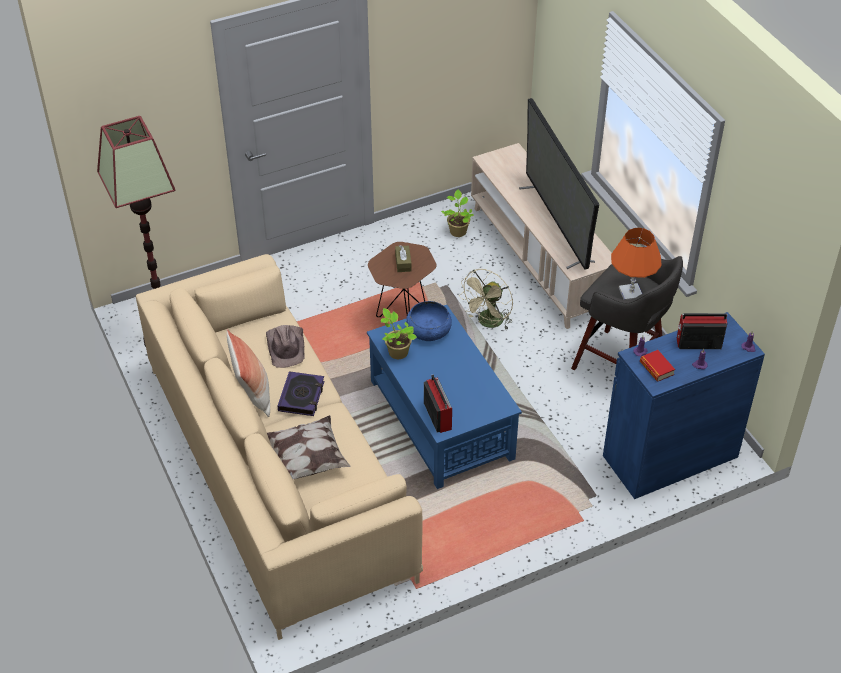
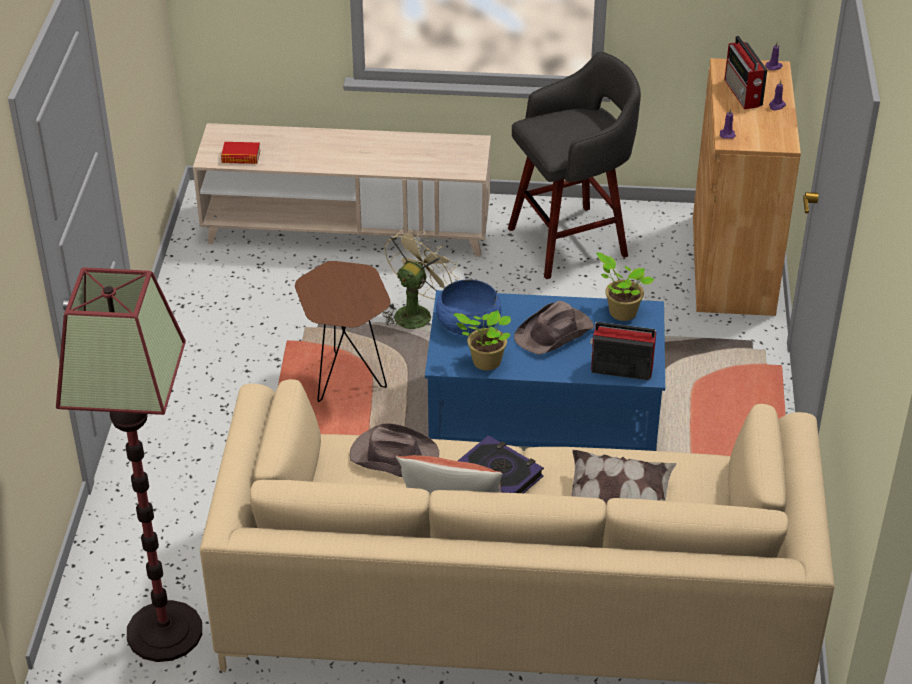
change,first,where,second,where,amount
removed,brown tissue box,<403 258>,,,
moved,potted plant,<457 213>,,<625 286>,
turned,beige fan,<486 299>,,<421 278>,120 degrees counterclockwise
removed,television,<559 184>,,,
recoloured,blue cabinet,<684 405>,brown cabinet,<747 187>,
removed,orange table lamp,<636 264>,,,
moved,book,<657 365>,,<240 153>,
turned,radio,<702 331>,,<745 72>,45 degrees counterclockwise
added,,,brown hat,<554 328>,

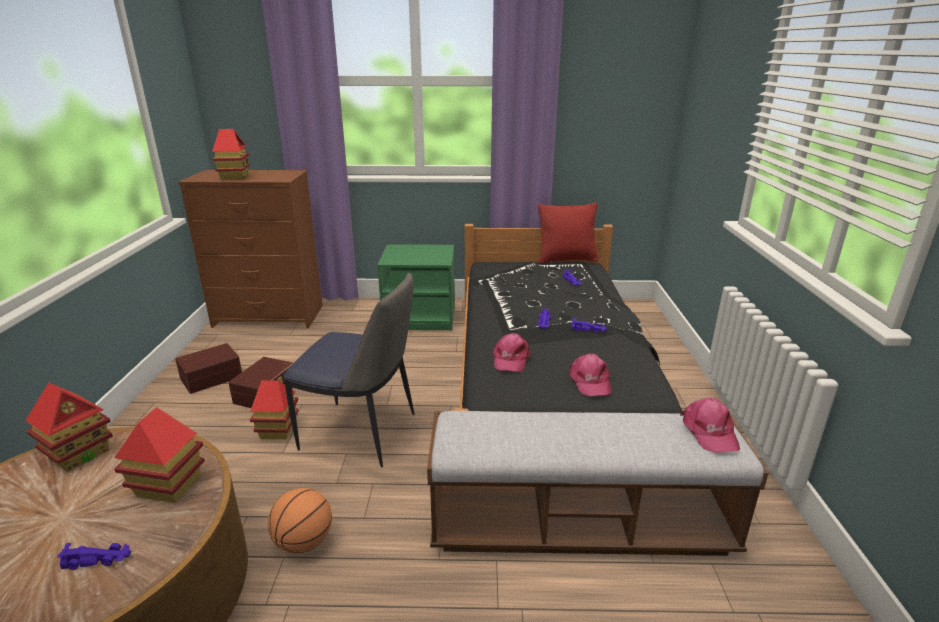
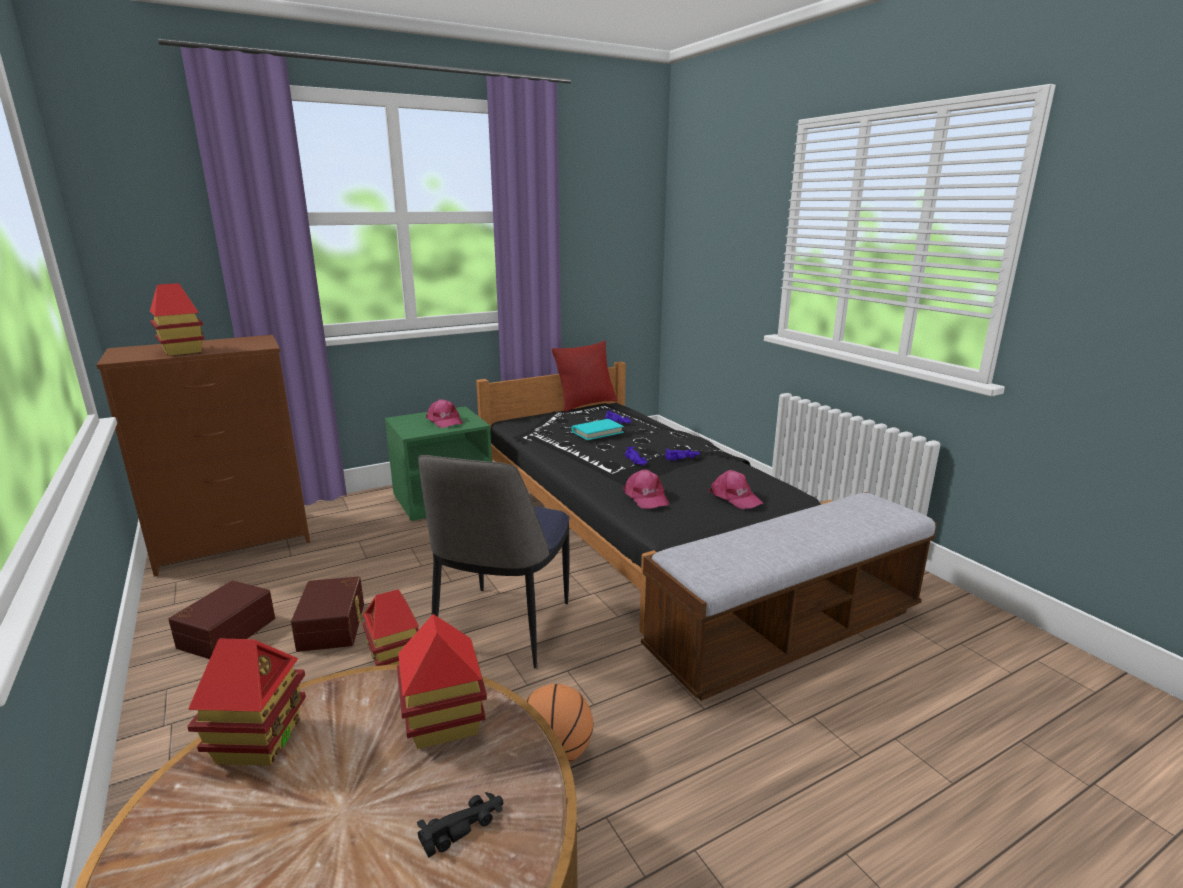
change,first,where,second,where,amount
recoloured,purple toy car,<94 556>,black toy car,<460 825>,
turned,chair,<348 369>,,<494 561>,120 degrees clockwise
moved,pink cap,<710 425>,,<444 413>,
added,,,turquoise book,<597 429>,

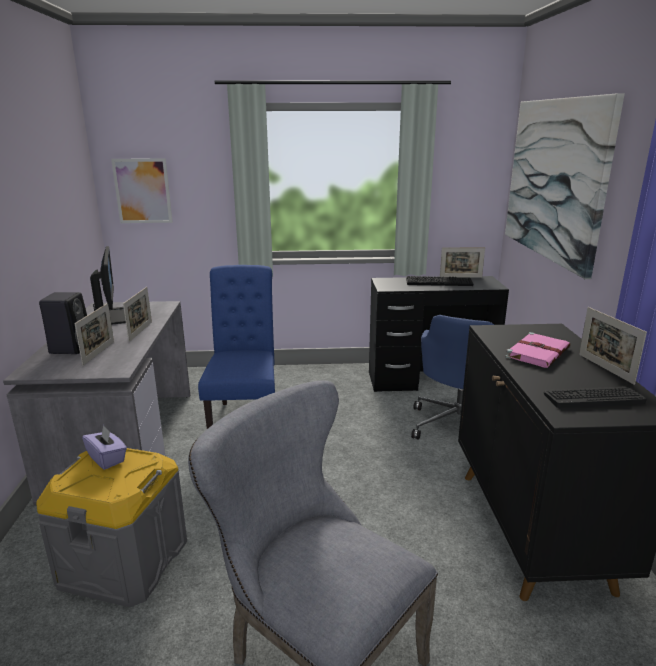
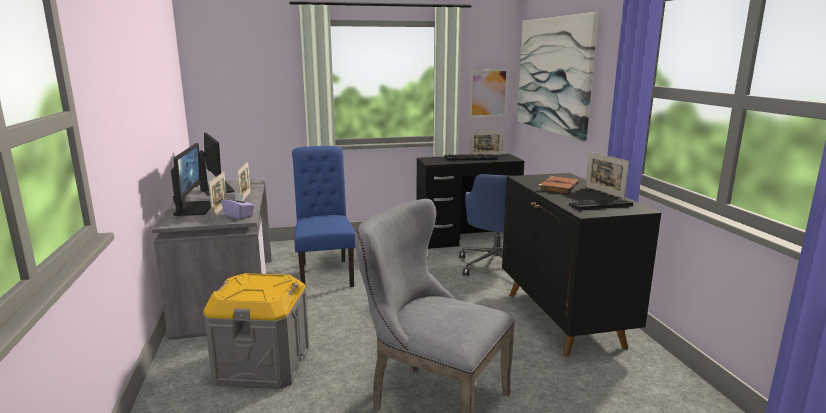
change,first,where,second,where,amount
replaced,black speaker,<63 323>,monitor,<191 179>,
moved,purple tissue box,<104 447>,,<238 206>,
moved,picture,<141 190>,,<489 93>,
recoloured,pink book,<537 350>,brown book,<558 184>,

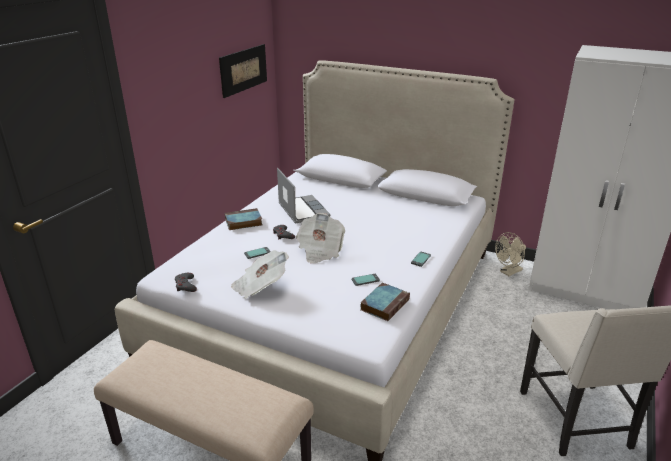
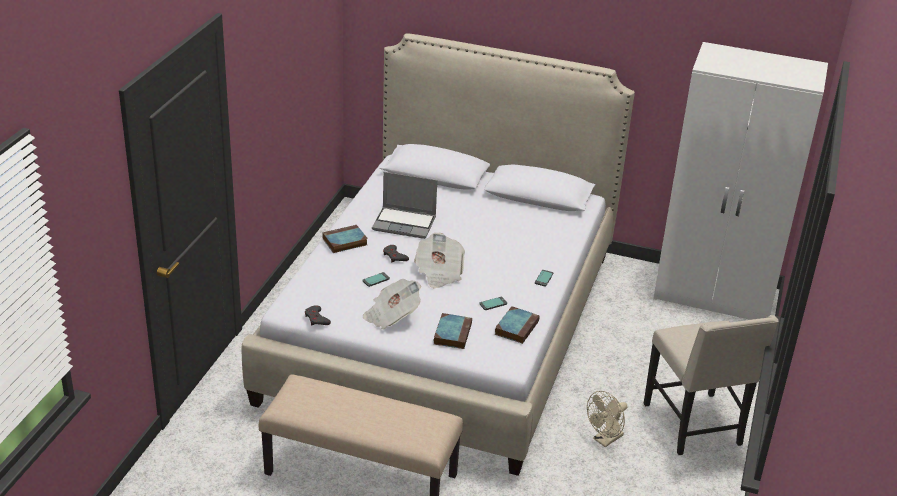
change,first,where,second,where,amount
removed,picture,<243 71>,,,
turned,laptop,<303 196>,,<404 205>,135 degrees clockwise
moved,beige fan,<510 254>,,<607 419>,
added,,,book,<452 331>,

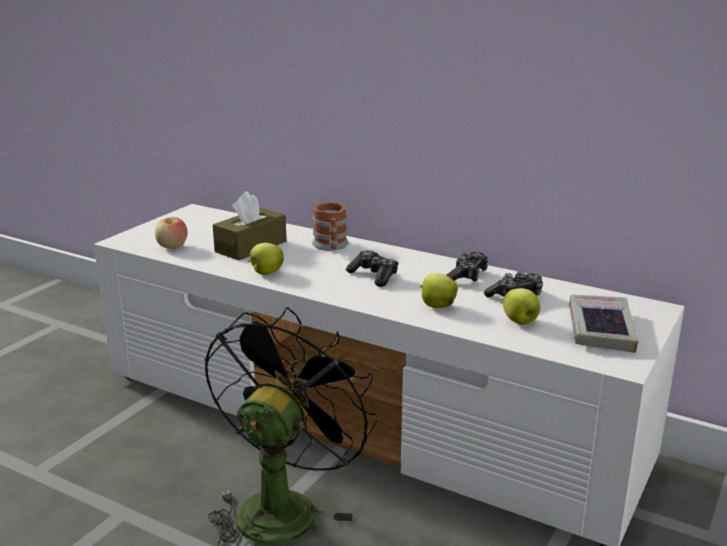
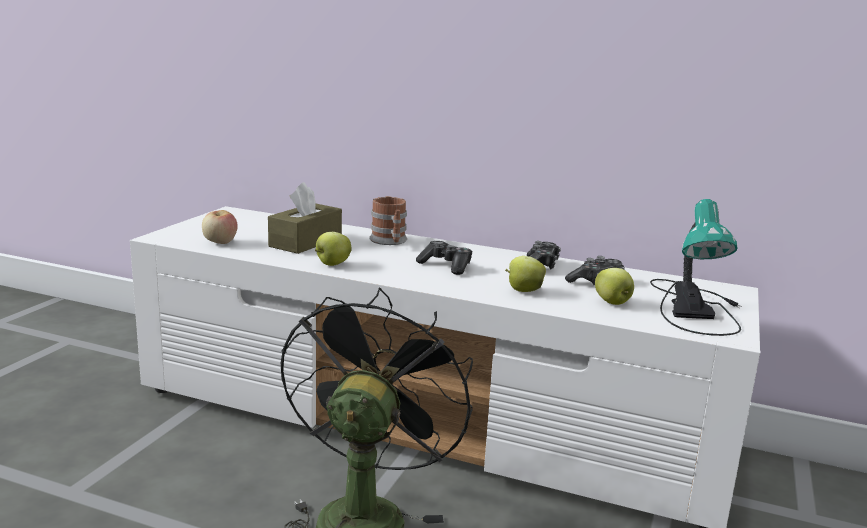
change,first,where,second,where,amount
replaced,book,<603 324>,table lamp,<695 267>,

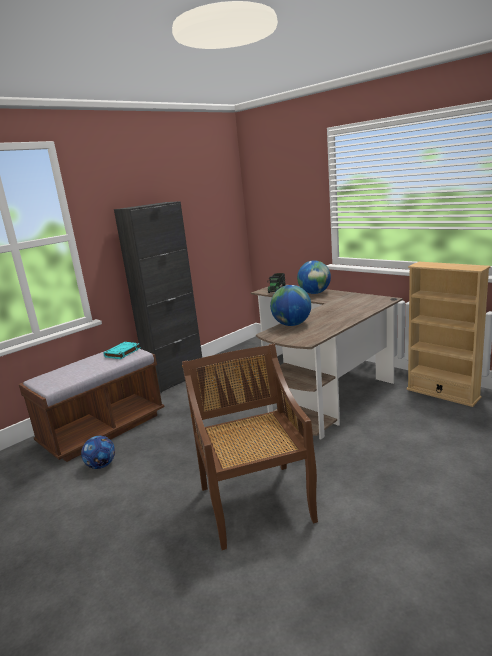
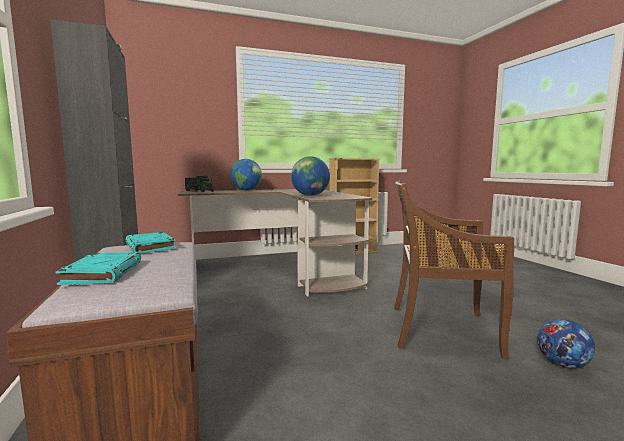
change,first,where,second,where,amount
moved,football,<98 452>,,<566 344>,
added,,,turquoise book,<98 268>,

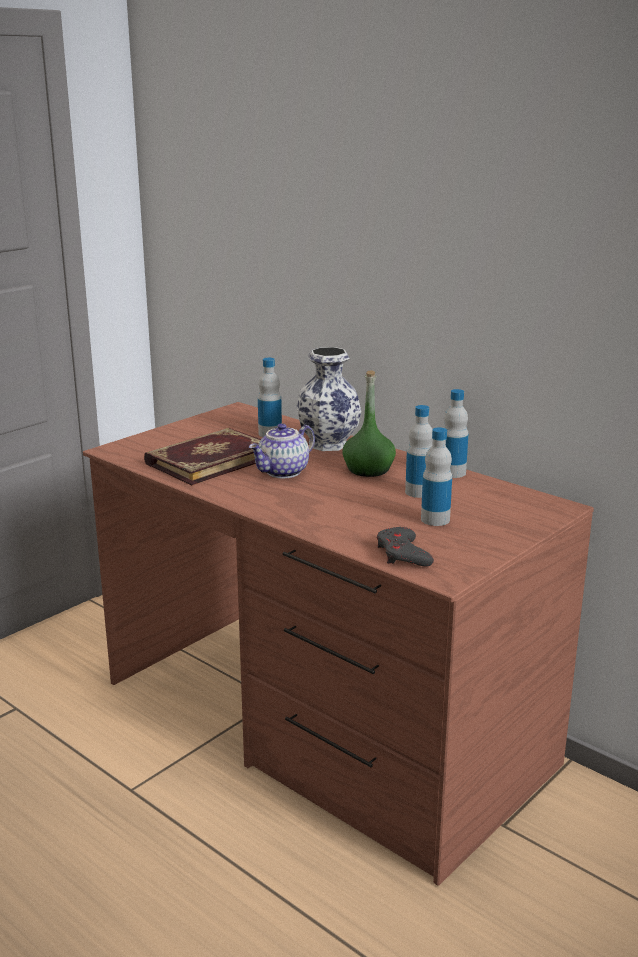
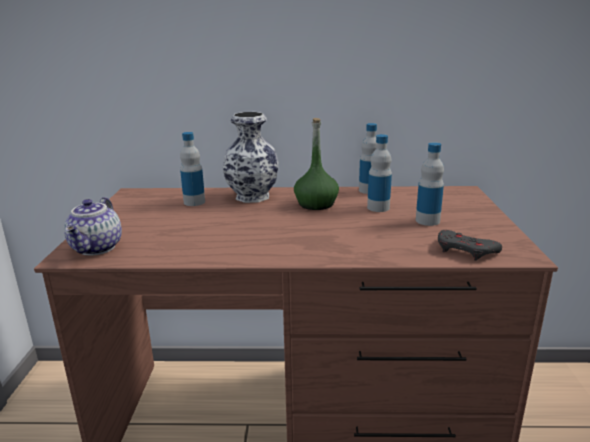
change,first,where,second,where,amount
removed,book,<202 457>,,,
moved,teapot,<282 450>,,<93 226>,

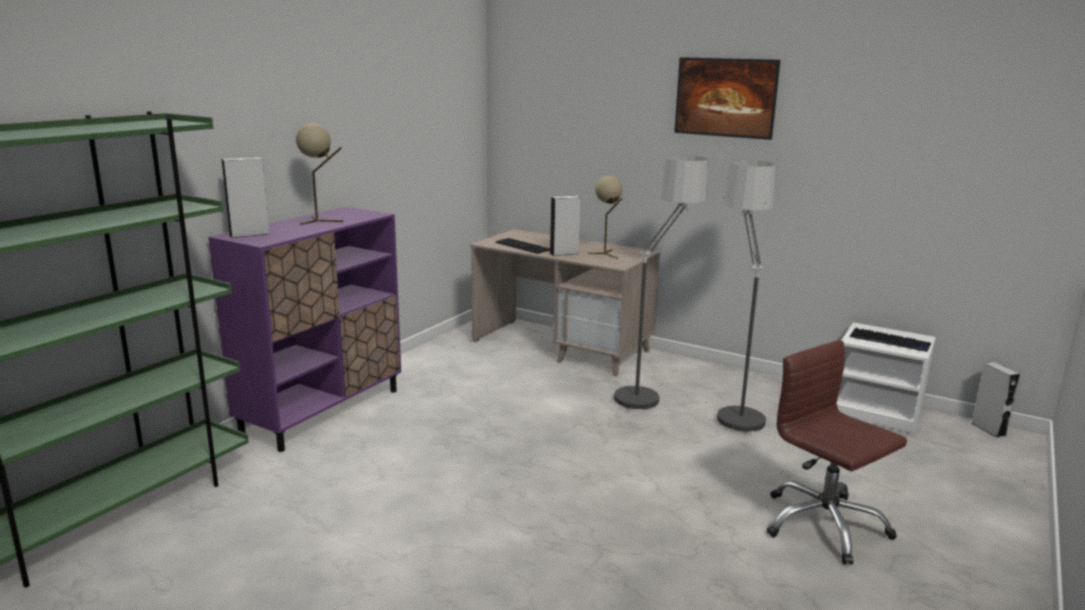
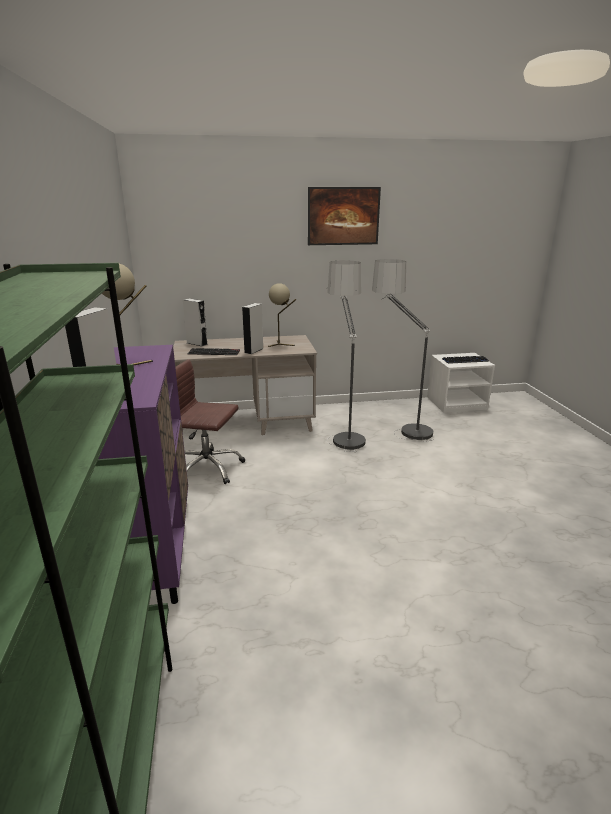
change,first,where,second,where,amount
moved,brown office chair,<837 452>,,<210 421>,
moved,grey speaker,<995 400>,,<195 322>,

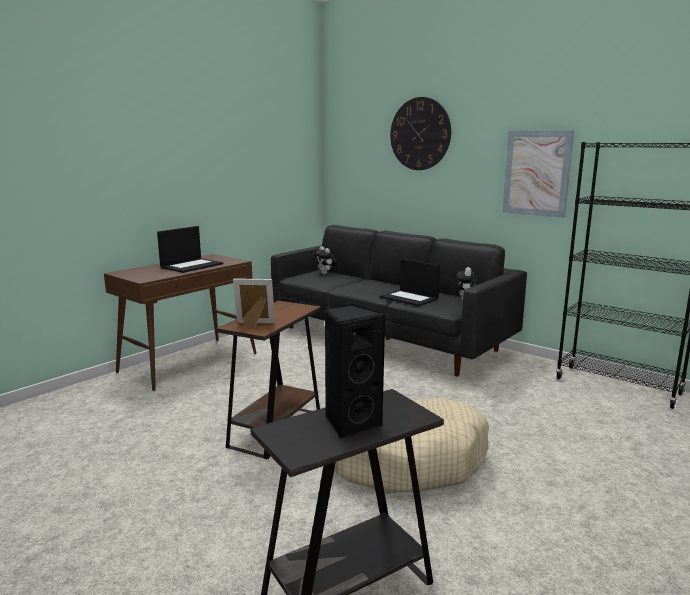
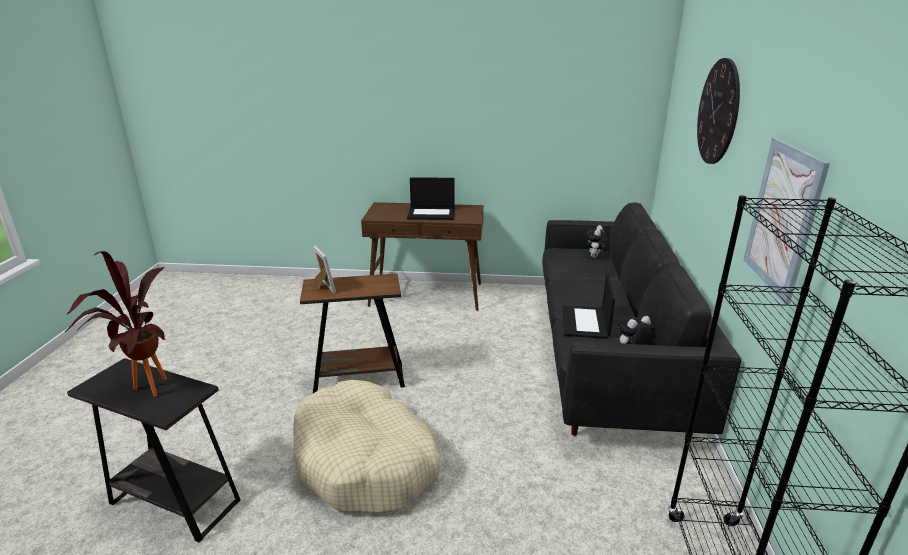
change,first,where,second,where,amount
replaced,black speaker,<354 371>,potted plant,<115 324>,

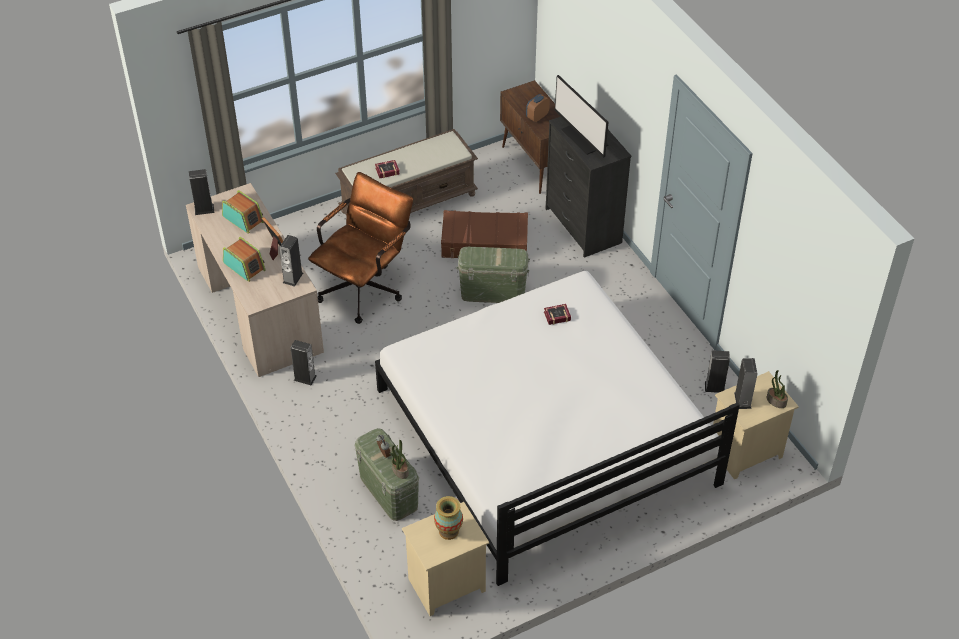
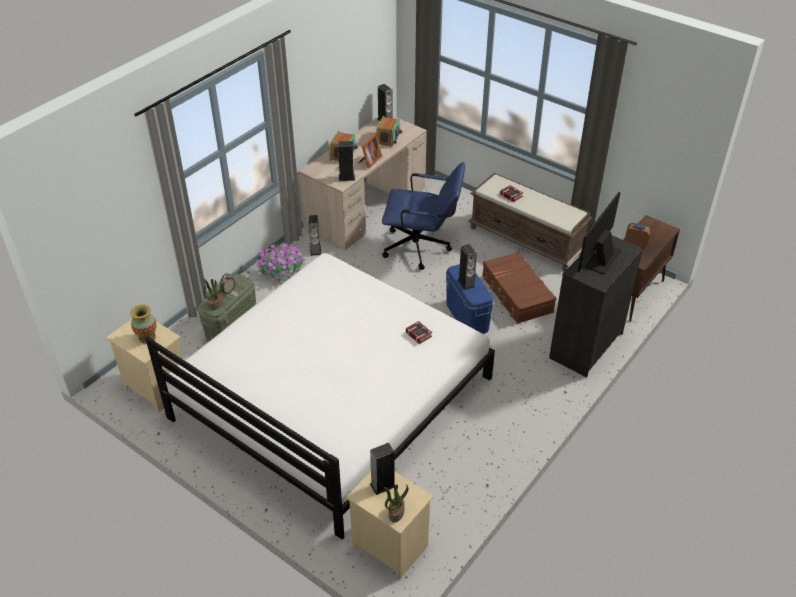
change,first,where,second,where,amount
recoloured,brown office chair,<360 248>,blue office chair,<423 216>,
recoloured,green storage box,<493 275>,blue storage box,<470 299>,
moved,speaker,<717 371>,,<467 267>,
added,,,potted plant,<281 262>,

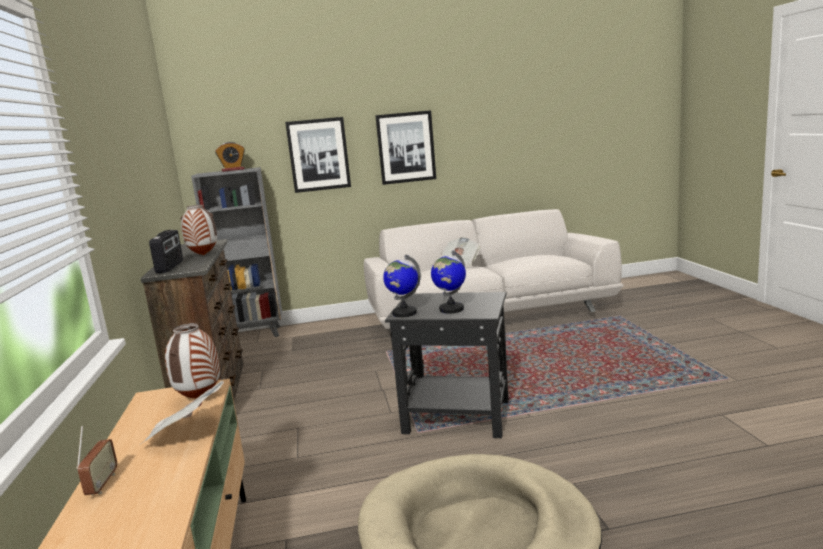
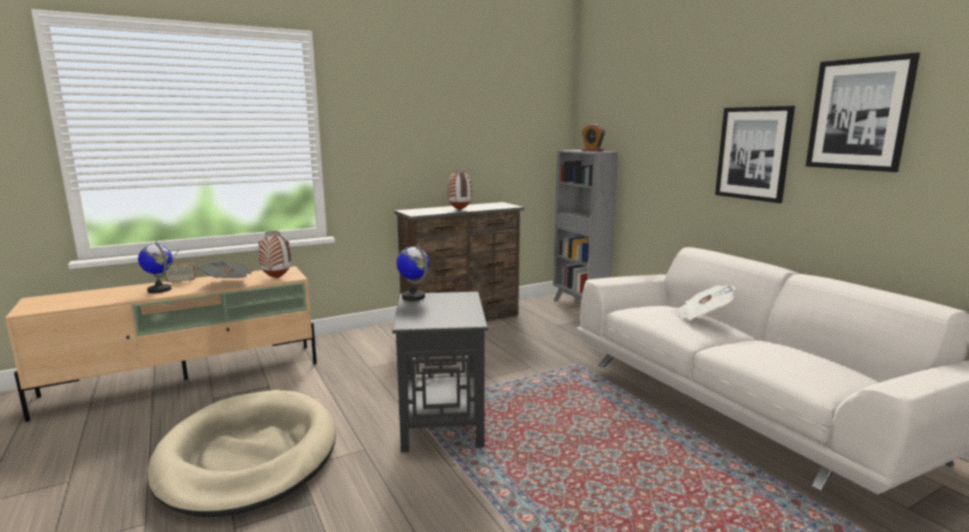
change,first,where,second,where,amount
removed,radio,<166 251>,,,
moved,picture,<318 155>,,<863 112>,
moved,globe,<448 281>,,<155 267>,

